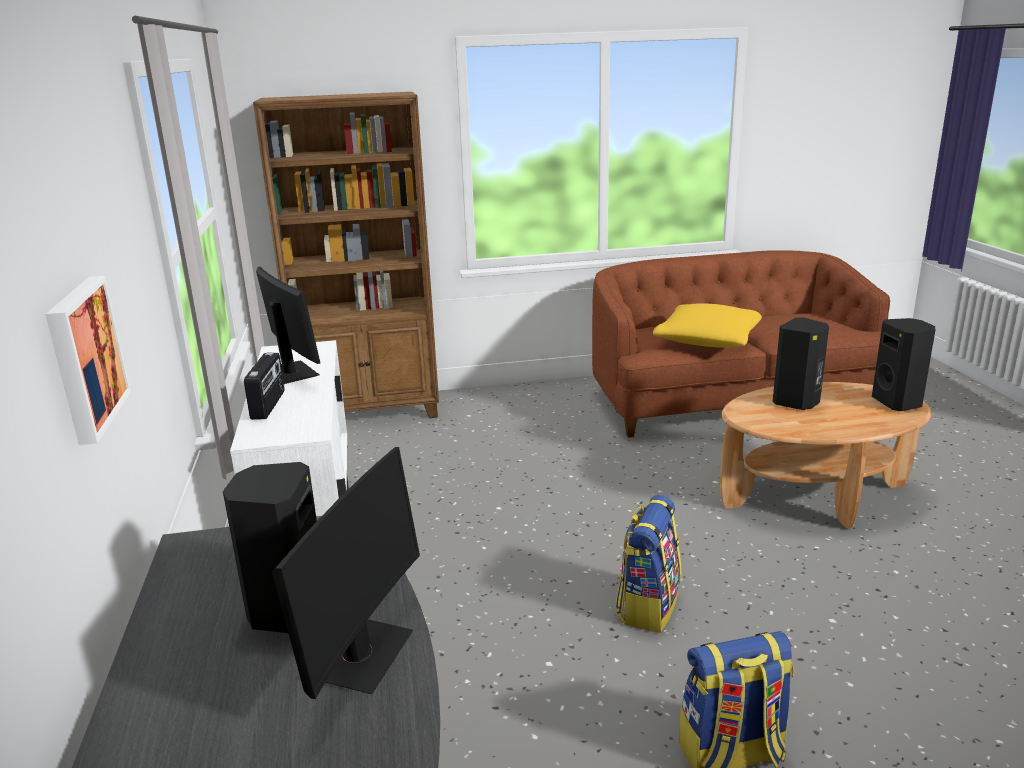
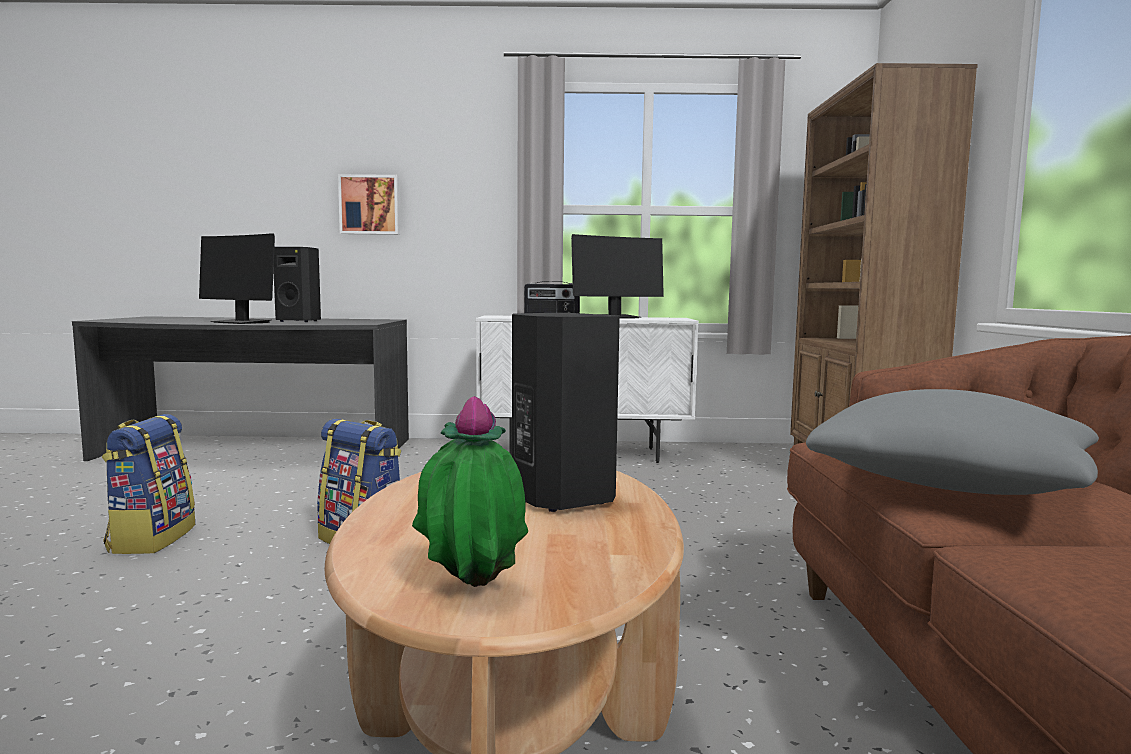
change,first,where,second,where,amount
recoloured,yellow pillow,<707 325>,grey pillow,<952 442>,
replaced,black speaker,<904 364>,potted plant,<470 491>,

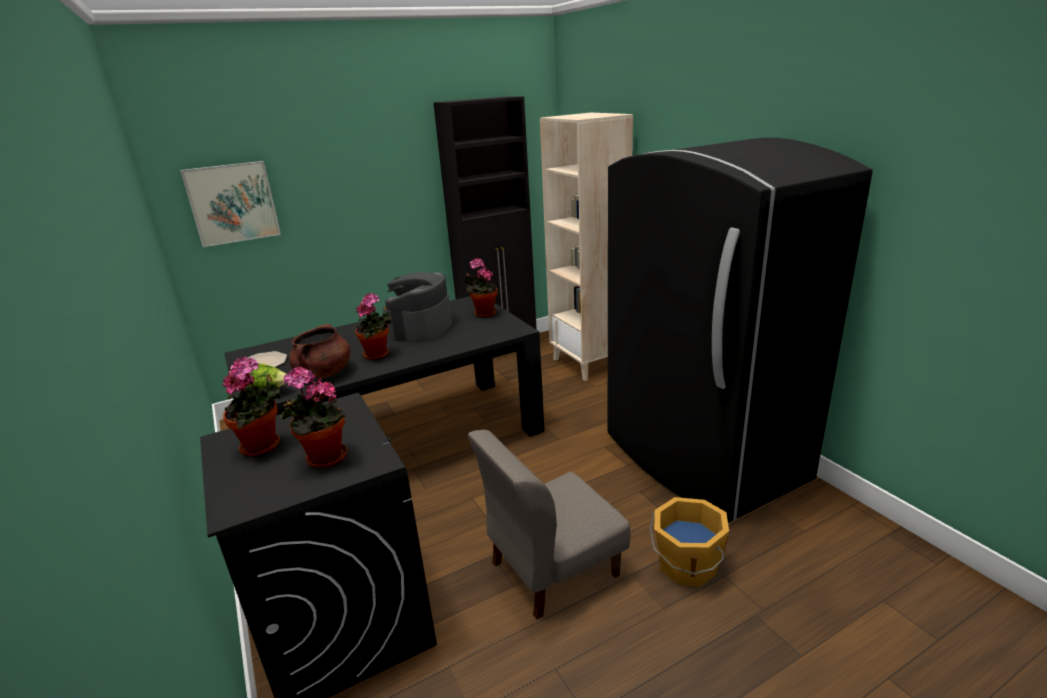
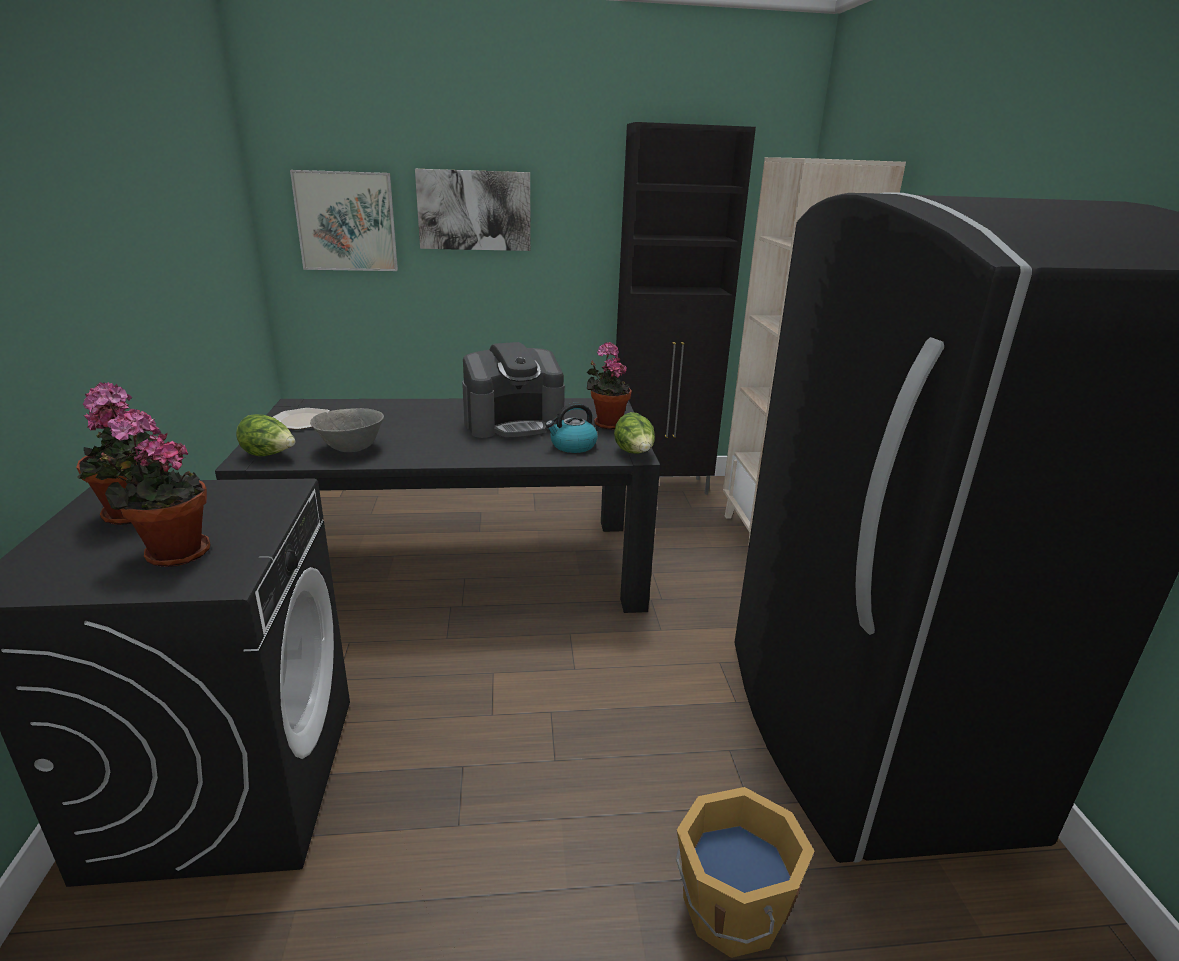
change,first,where,second,where,amount
replaced,brown cooking pot,<320 351>,grey bowl,<347 430>,
removed,potted plant,<373 326>,,,
turned,coffee machine,<418 307>,,<513 390>,150 degrees counterclockwise
removed,grey chair,<549 525>,,,
added,,,picture,<473 210>,
added,,,kettle,<571 428>,
added,,,lettuce,<634 433>,

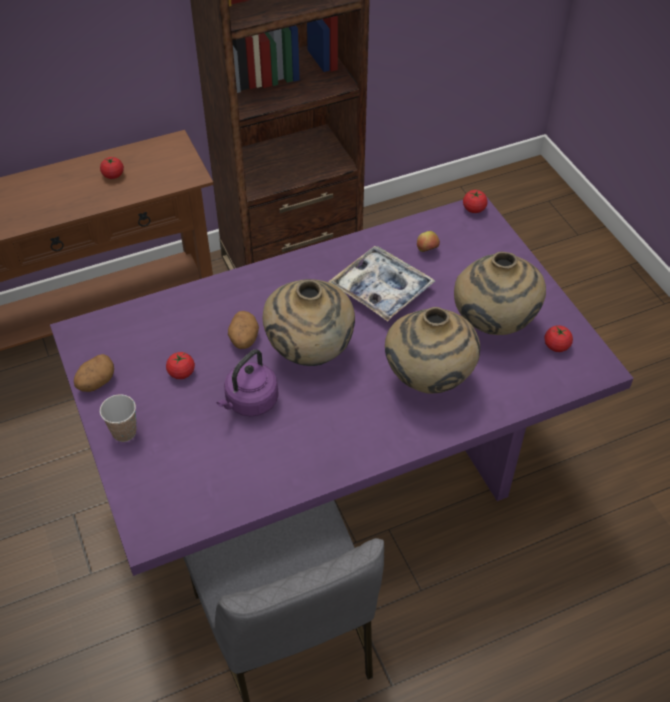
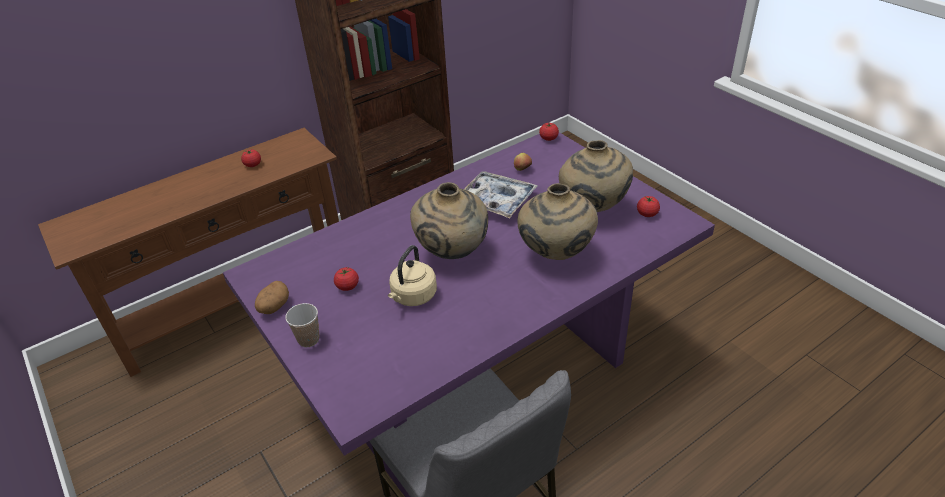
change,first,where,second,where,amount
recoloured,purple kettle,<248 383>,beige kettle,<412 275>,
removed,potato,<243 330>,,,

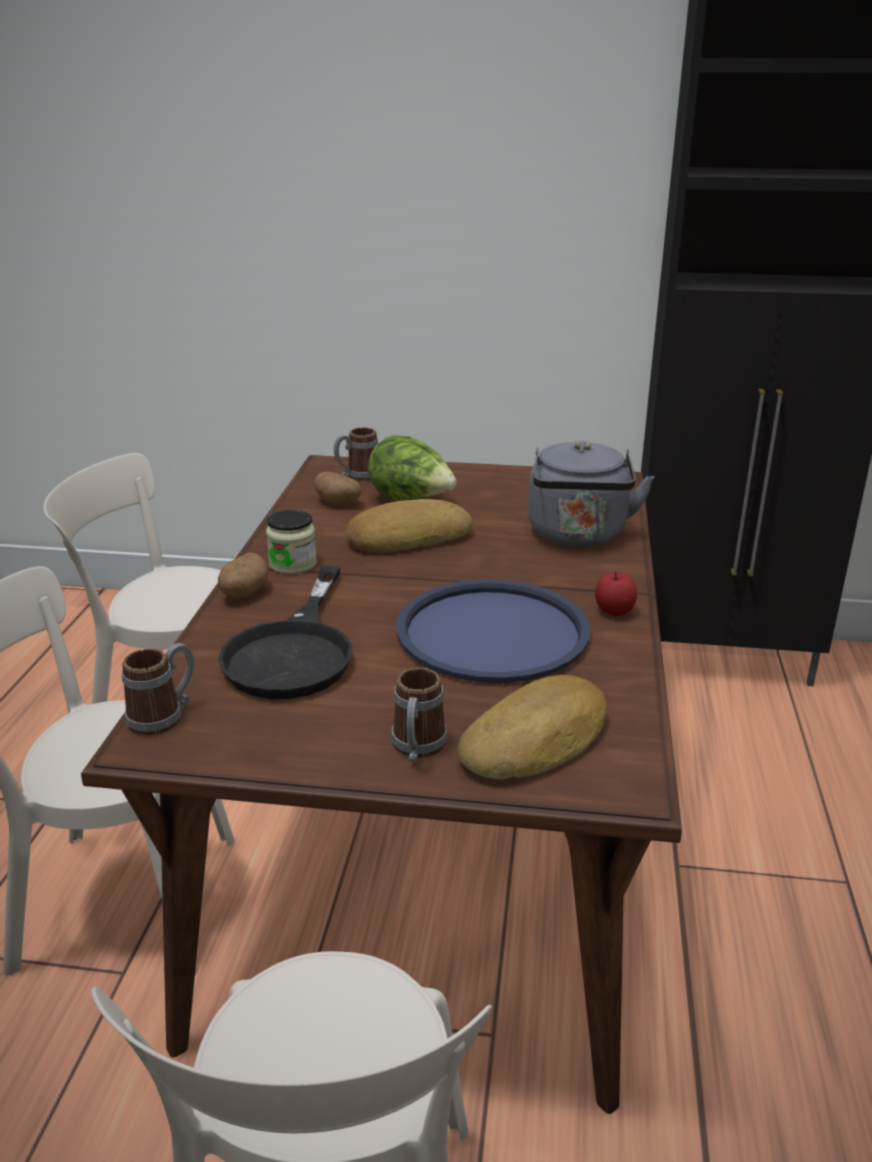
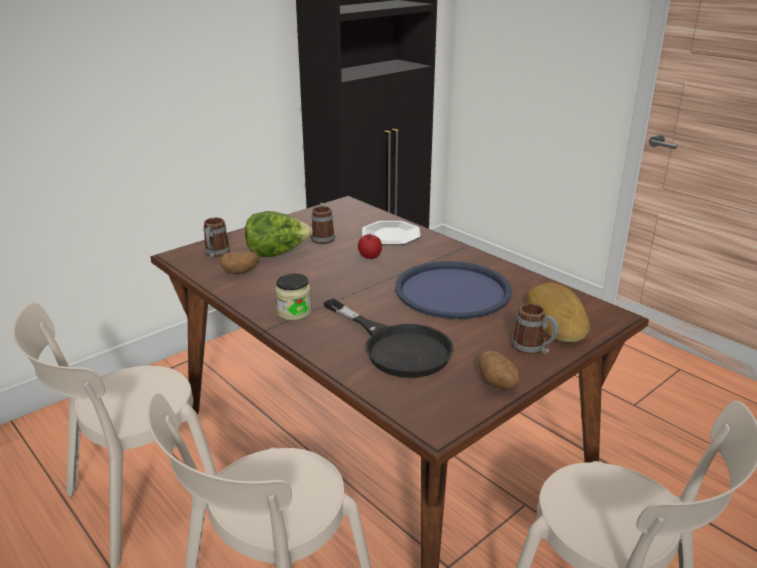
change,first,where,second,where,amount
moved,mug,<158 689>,,<323 223>,
moved,potato,<243 576>,,<499 370>,
removed,bread,<409 525>,,,
replaced,grey kettle,<591 494>,plate,<391 233>,
moved,apple,<616 593>,,<370 246>,

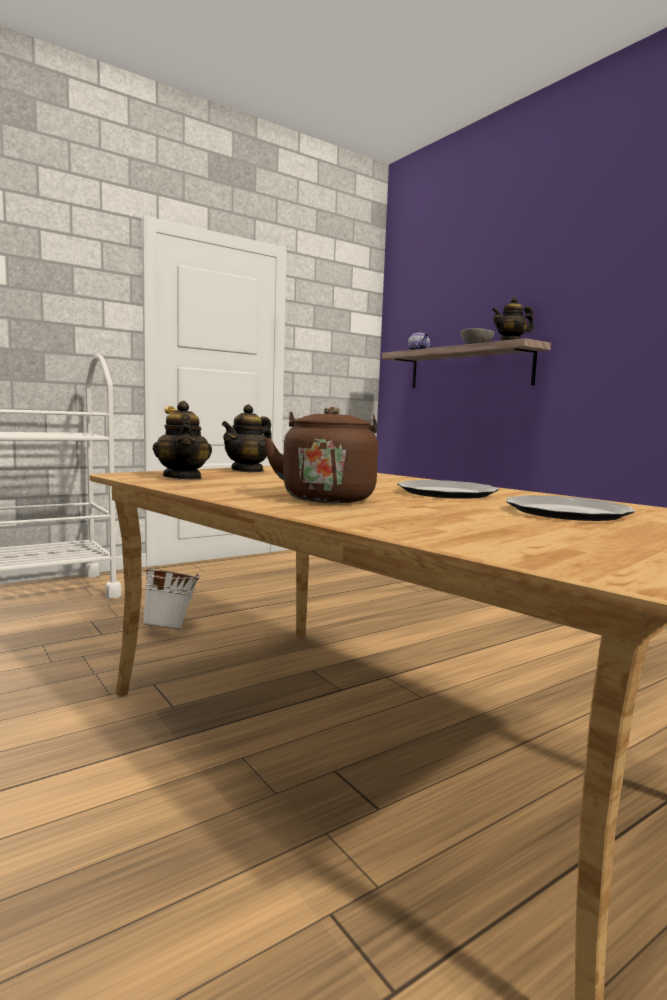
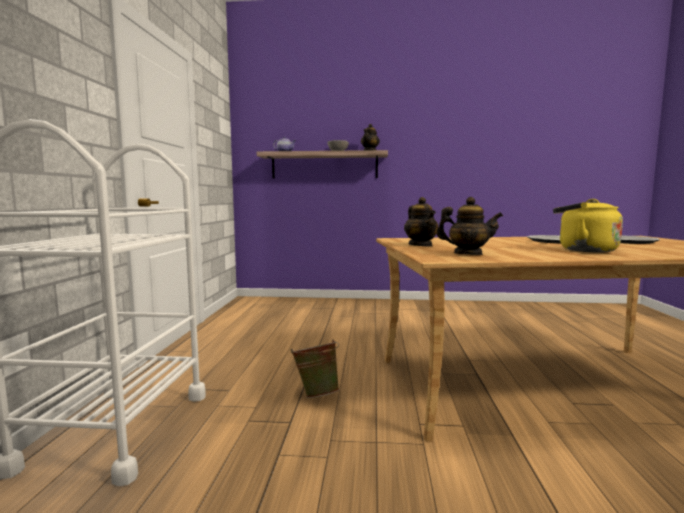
change,first,where,second,where,amount
recoloured,white bucket,<170 599>,green bucket,<315 368>,
recoloured,brown kettle,<320 455>,yellow kettle,<588 226>,

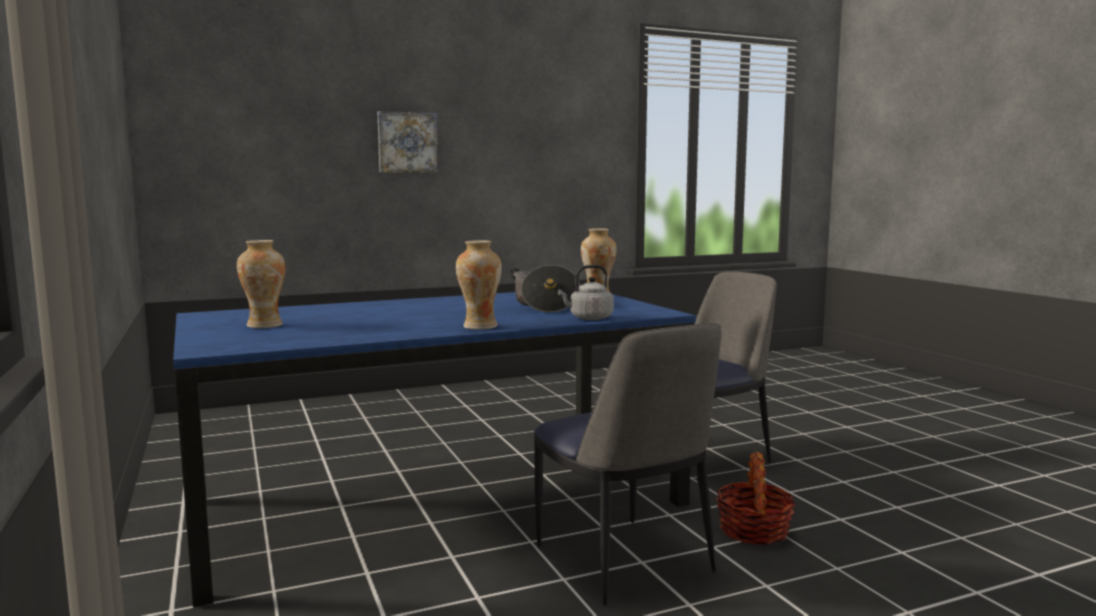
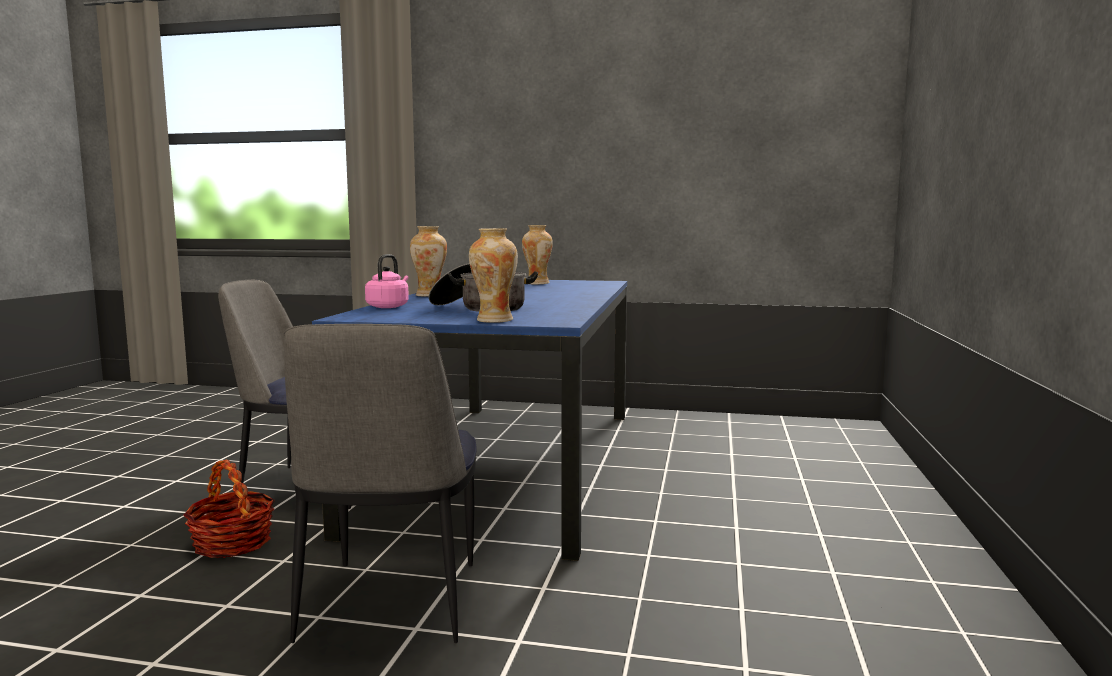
change,first,where,second,where,amount
removed,picture,<407 142>,,,
recoloured,grey kettle,<586 292>,pink kettle,<387 281>,

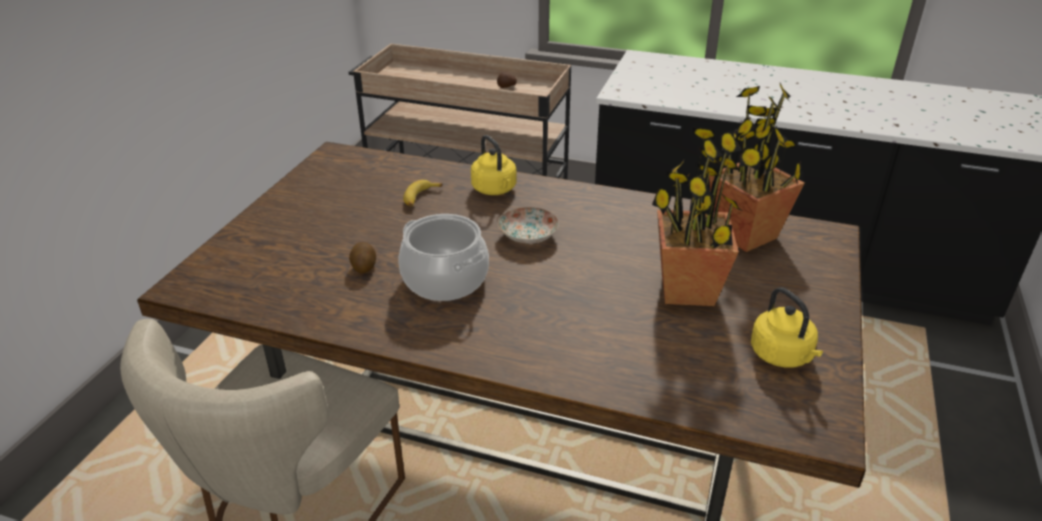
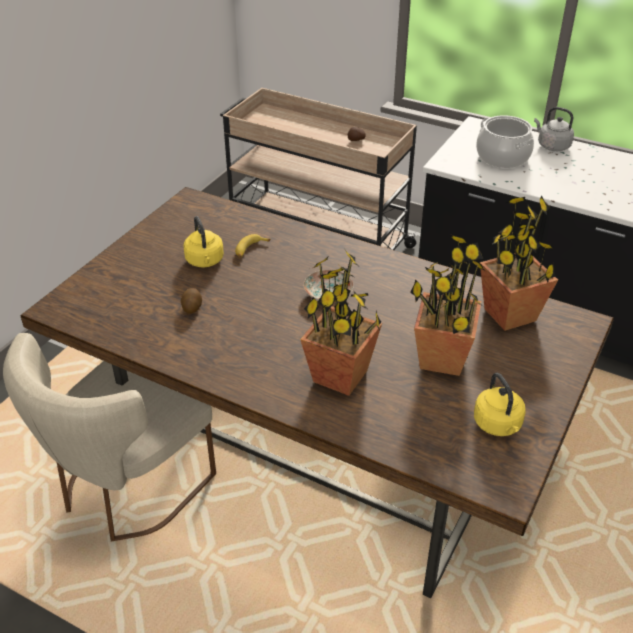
change,first,where,second,where,amount
moved,cooking pot,<443 257>,,<505 141>,
moved,yellow kettle,<493 165>,,<203 241>,
added,,,potted plant,<341 323>,
added,,,grey kettle,<554 129>,

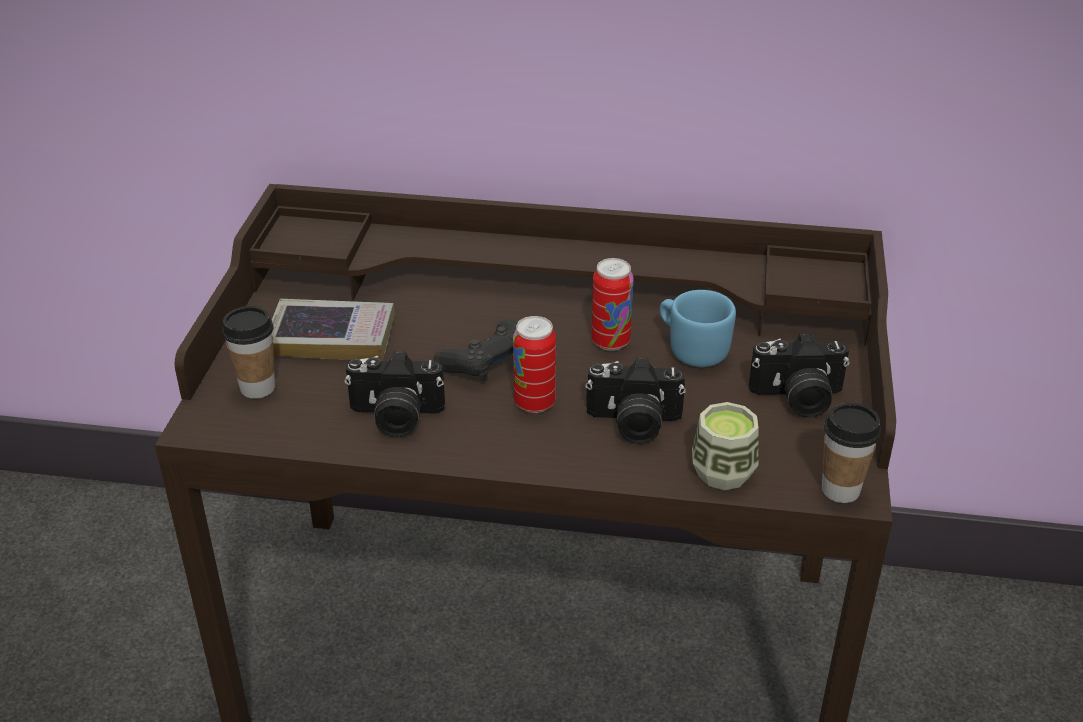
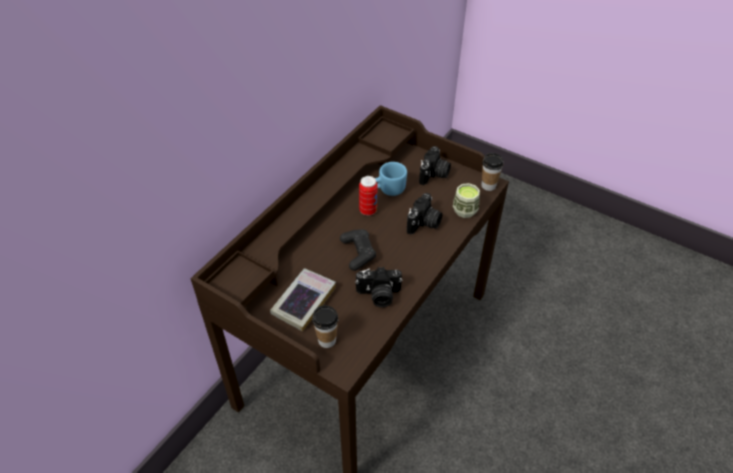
change,first,where,second,where,amount
turned,photo camera,<394 394>,,<378 287>,60 degrees clockwise
removed,can,<534 364>,,,

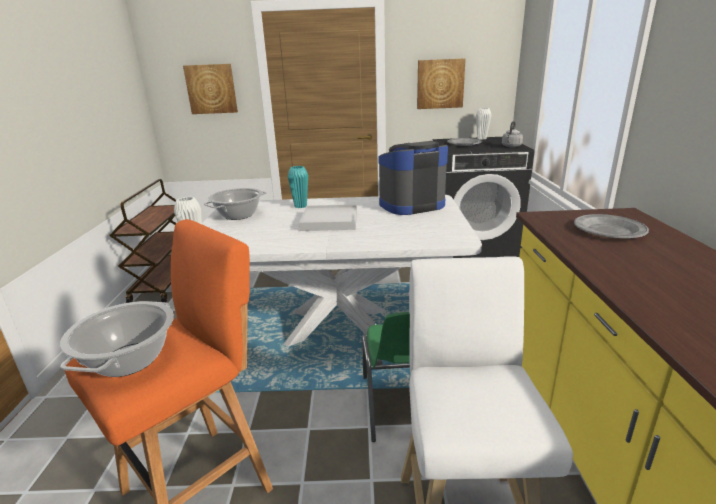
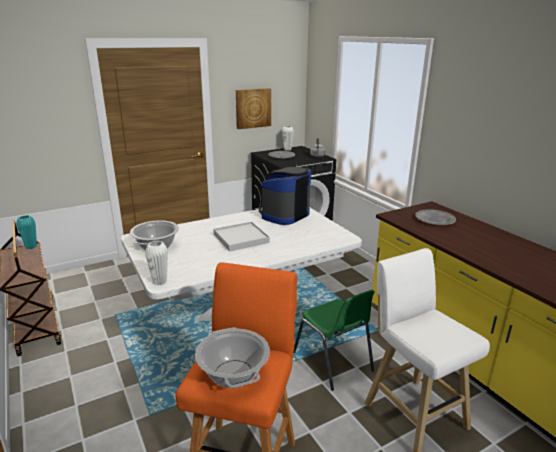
change,first,where,second,where,amount
removed,picture,<210 89>,,,
moved,turquoise vase,<298 187>,,<26 232>,

